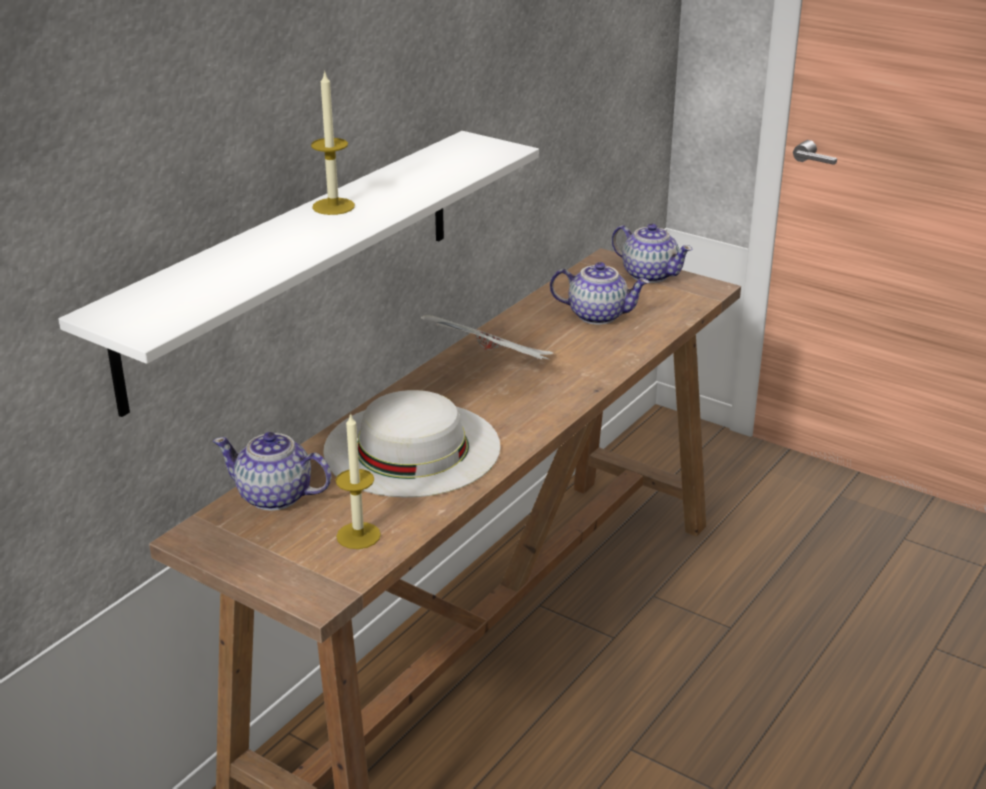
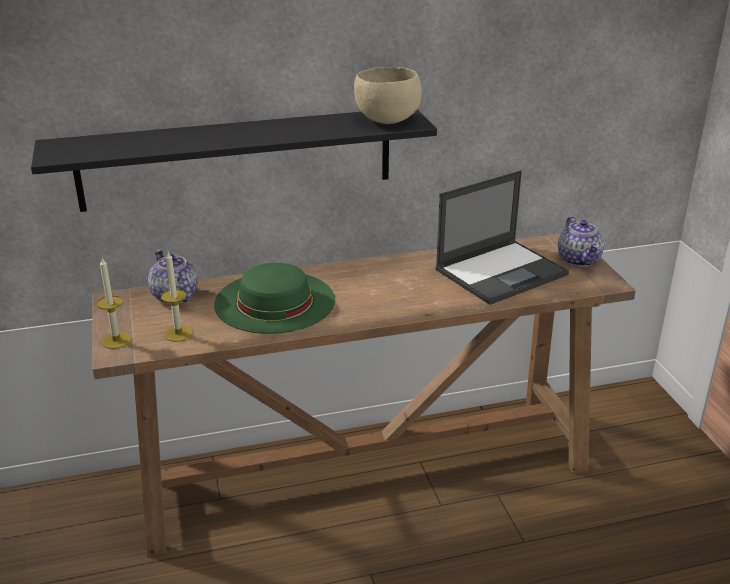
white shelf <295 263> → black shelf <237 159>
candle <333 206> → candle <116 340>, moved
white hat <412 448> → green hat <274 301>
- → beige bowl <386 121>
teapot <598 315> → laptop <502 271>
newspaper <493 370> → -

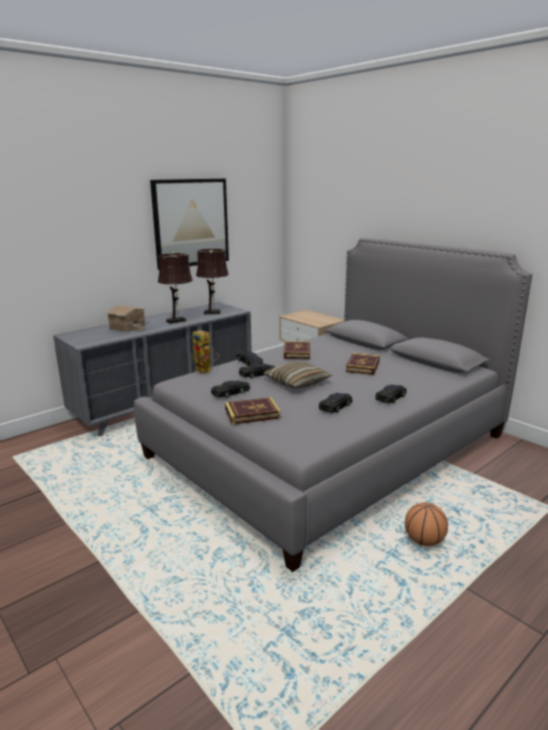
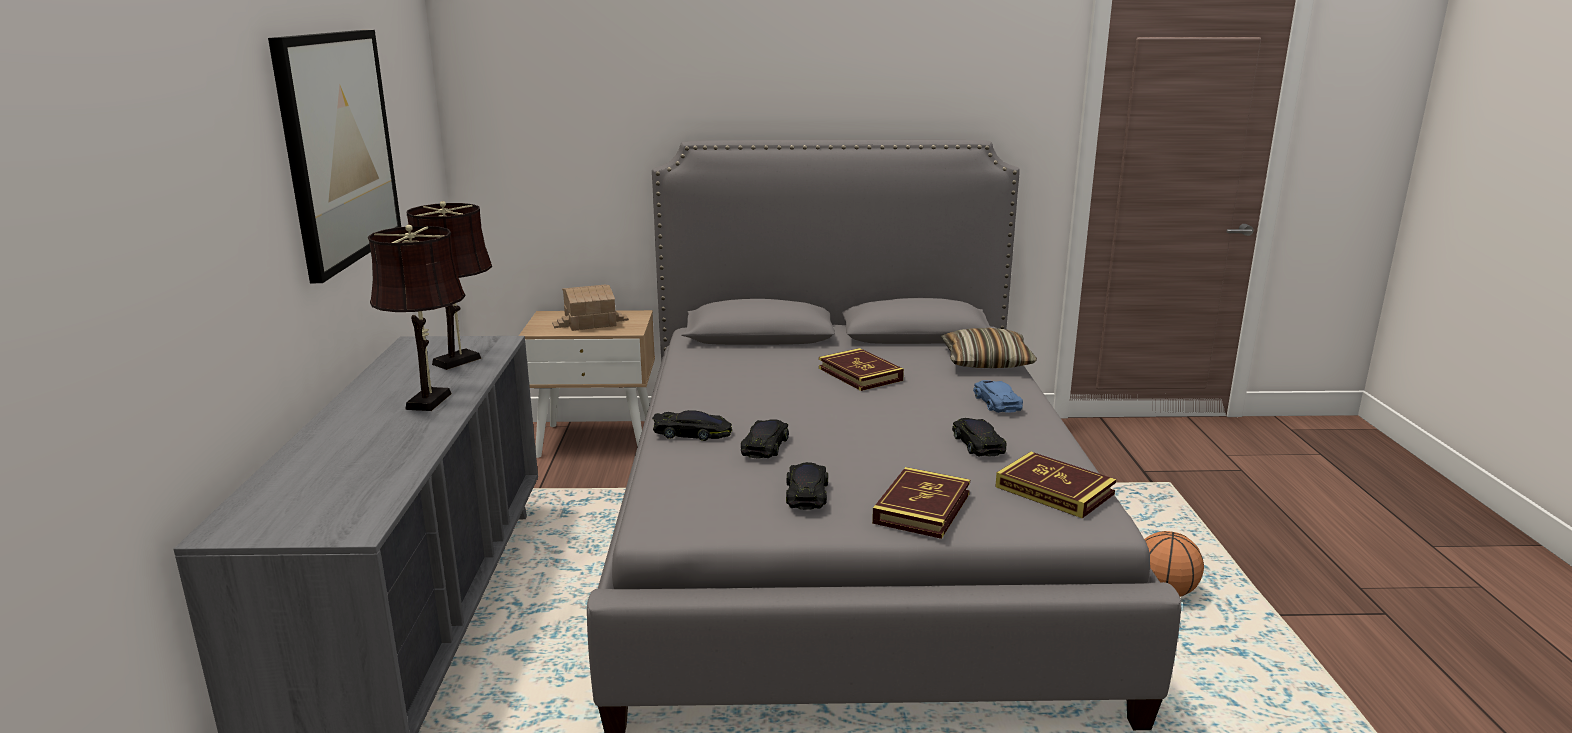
toy house <127 327> → toy house <590 322>, moved
pillow <297 382> → pillow <986 361>, moved
black toy car <391 397> → blue toy car <996 402>
book <297 352> → book <1054 490>, moved
toy robot <206 371> → -

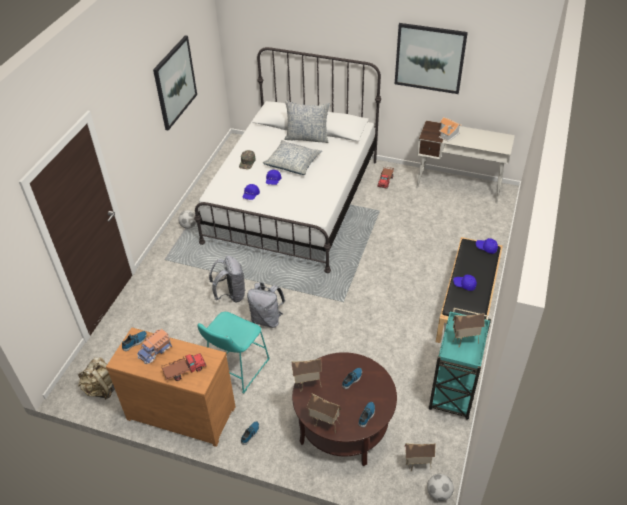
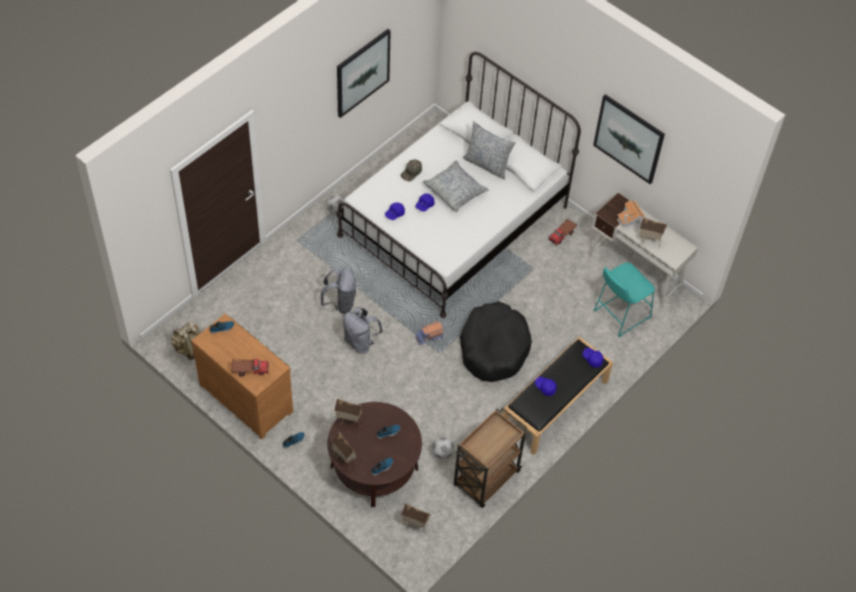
toy truck <155 351> → toy truck <429 337>, moved
football <439 493> → football <442 453>, moved
turquoise cart <453 392> → brown cart <485 479>
- → black dog bed <494 348>
turquoise stool <236 370> → turquoise stool <619 315>, moved
toy house <464 342> → toy house <649 242>, moved

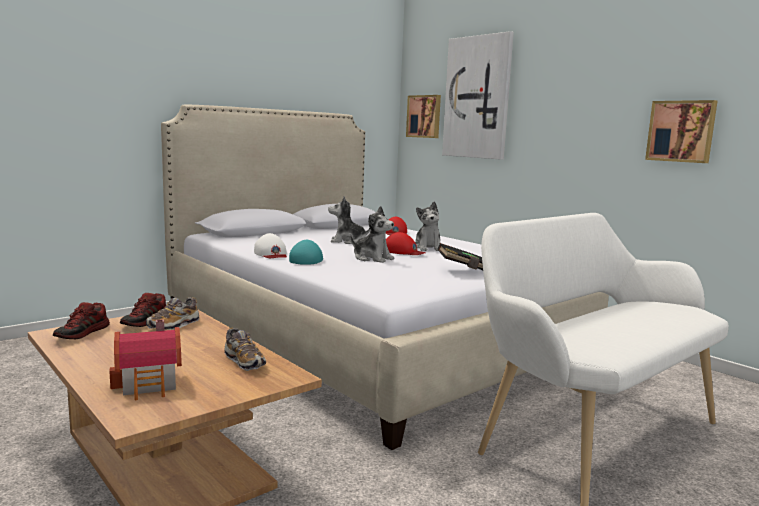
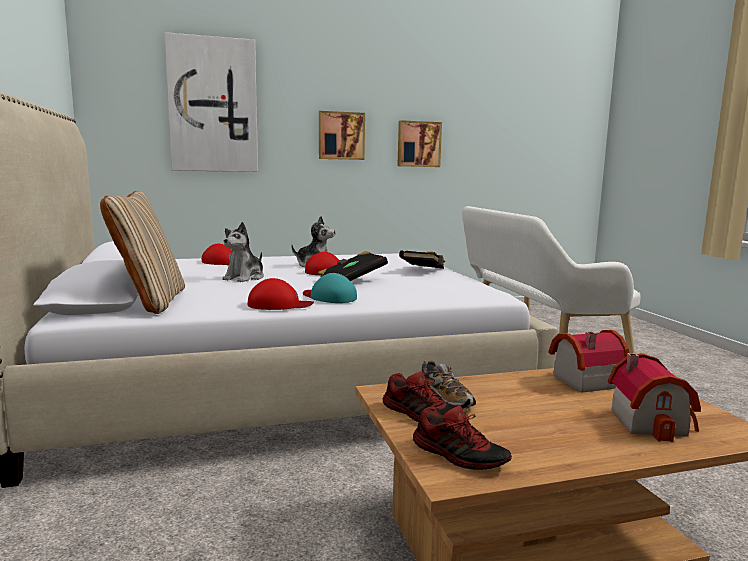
- → beige pillow <150 302>
white cap <271 254> → red cap <279 305>
plush toy <372 258> → black book <351 281>
picture <424 116> → picture <341 136>, moved
shoe <244 362> → toy house <581 380>

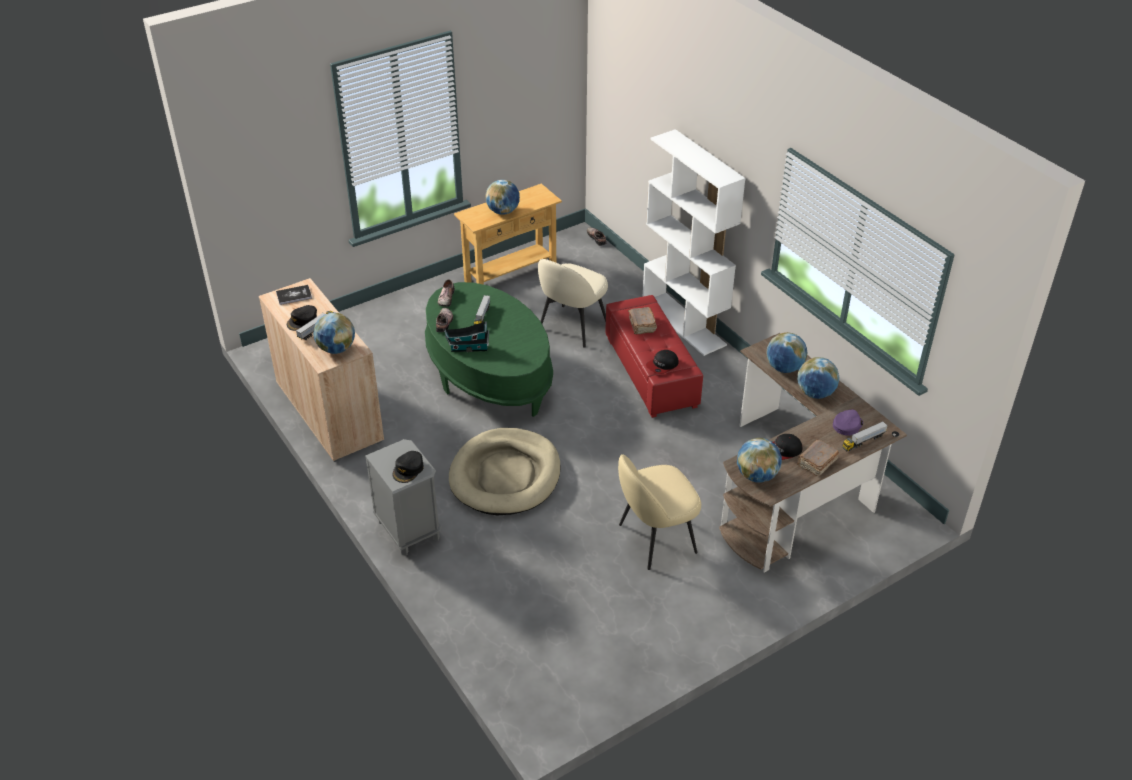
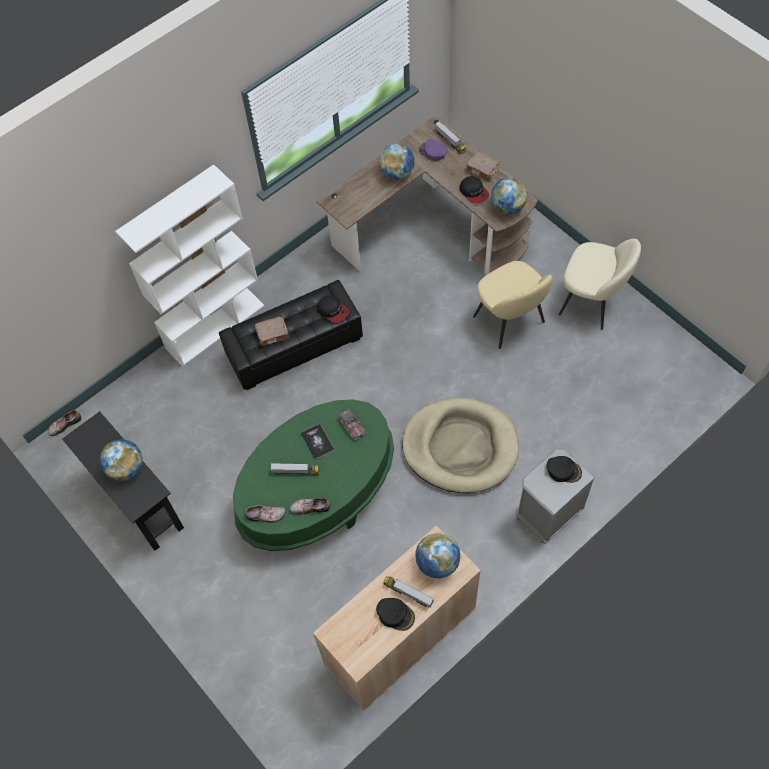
beige console table <510 274> → black console table <139 503>
red ottoman <651 372> → black ottoman <294 346>
book <294 295> → book <317 442>, moved
- → toy truck <352 426>
beige chair <572 327> → beige chair <591 301>, moved
toy house <468 348> → -
globe <784 368> → -

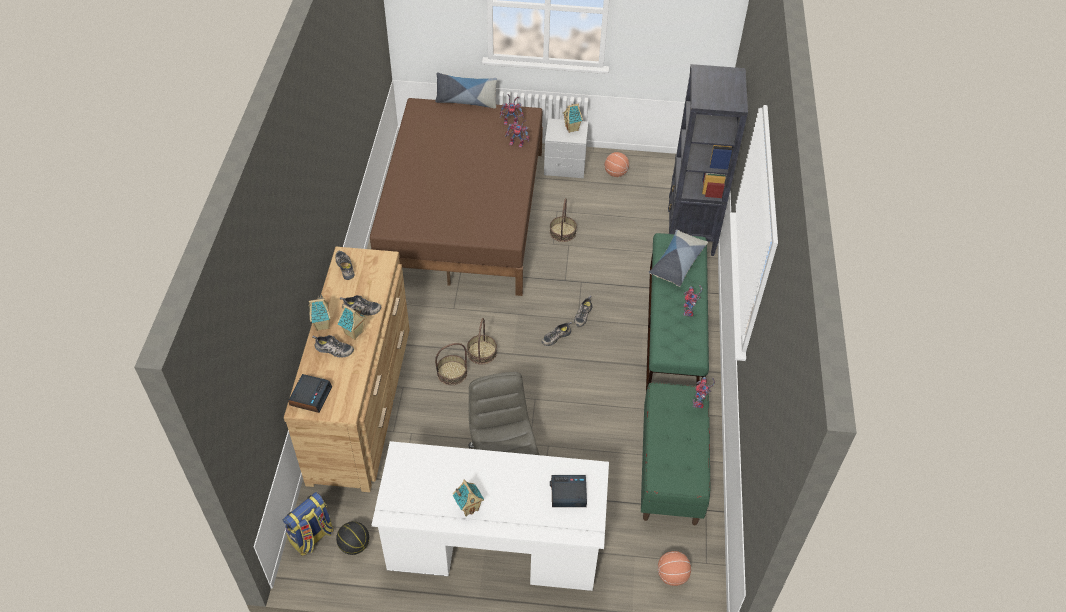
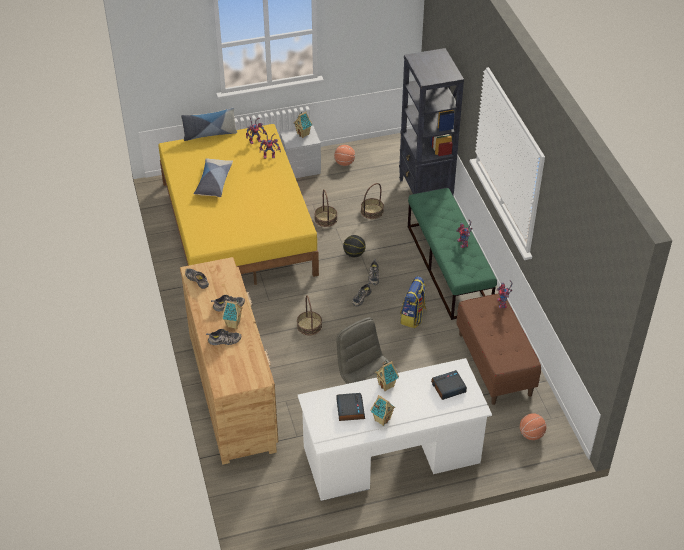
brown bed <464 214> → yellow bed <238 227>
pillow <677 263> → pillow <213 182>, moved
alarm clock <310 396> → alarm clock <350 409>, moved
basketball <354 545> → basketball <354 254>, moved
basket <452 373> → basket <372 211>, moved
toy house <323 325> → toy house <386 385>, moved
backpack <312 537> → backpack <413 317>, moved
green bench <671 469> → brown bench <495 364>

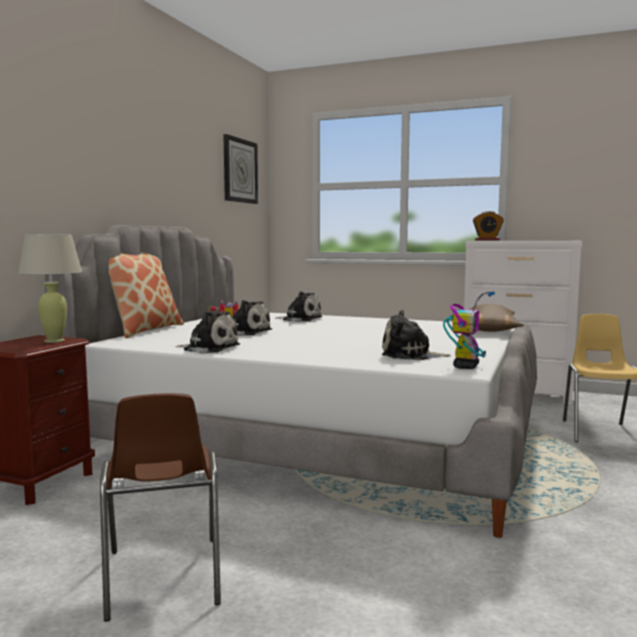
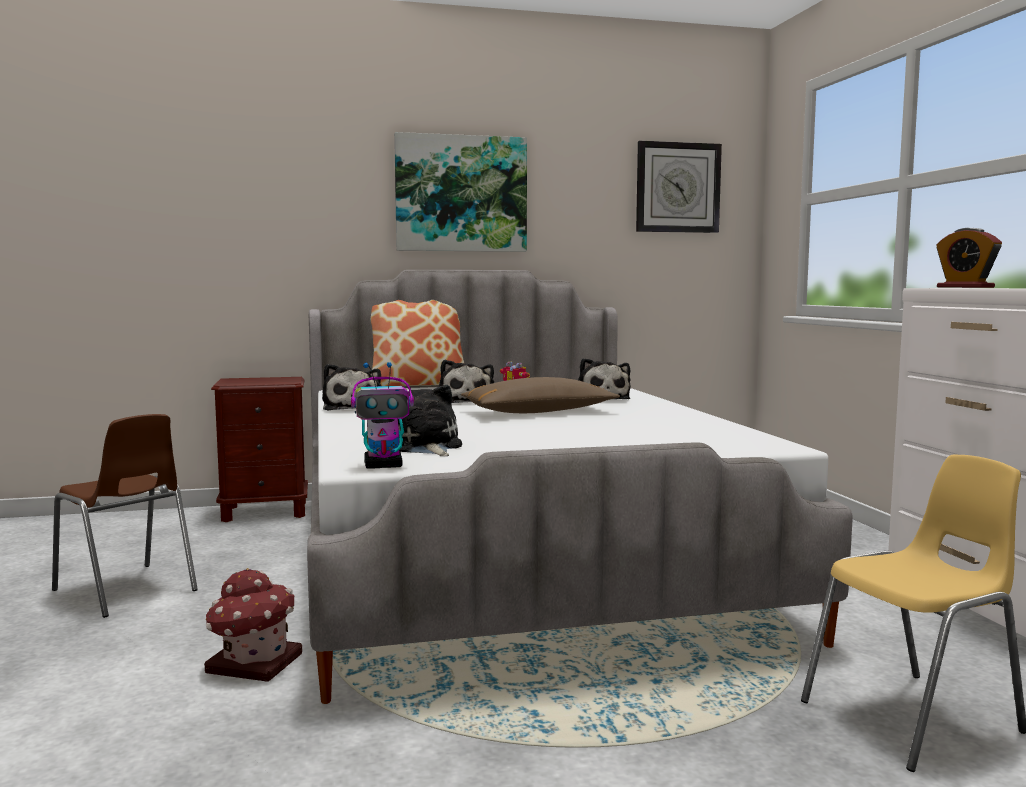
brown chair <163 578> → brown chair <126 591>, 90 degrees counterclockwise
- → toy house <253 663>
- → picture <461 194>
brown pillow <491 329> → brown pillow <538 412>, moved
beige table lamp <55 341> → -

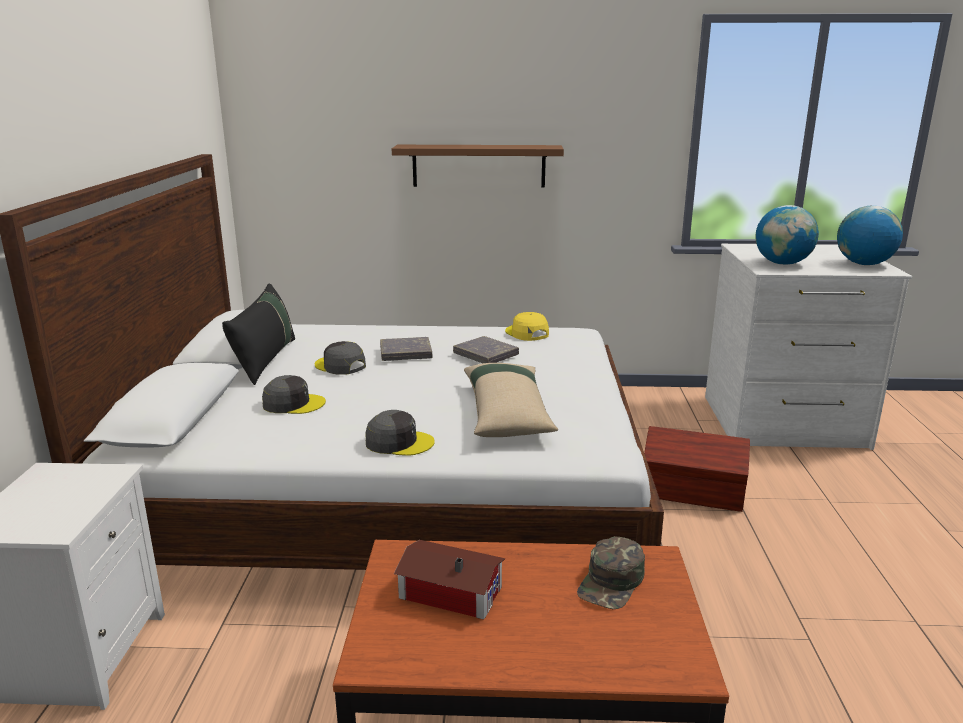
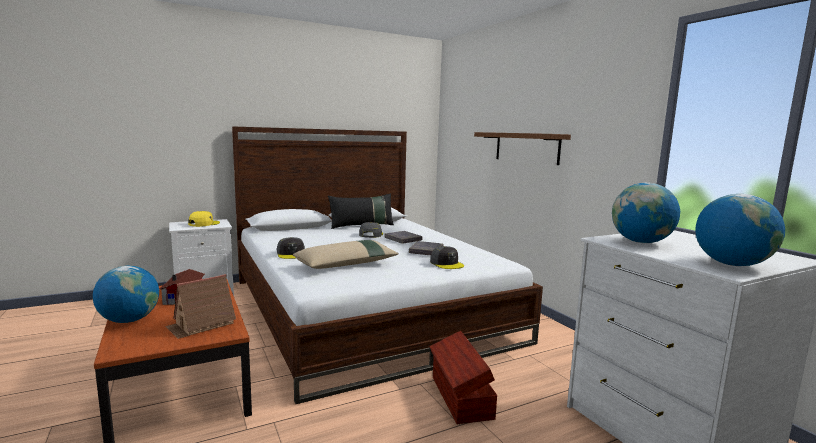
- → globe <129 320>
green cap <612 582> → toy house <201 324>
yellow cap <526 333> → yellow cap <204 224>, moved
grey cap <293 403> → grey cap <447 263>, moved

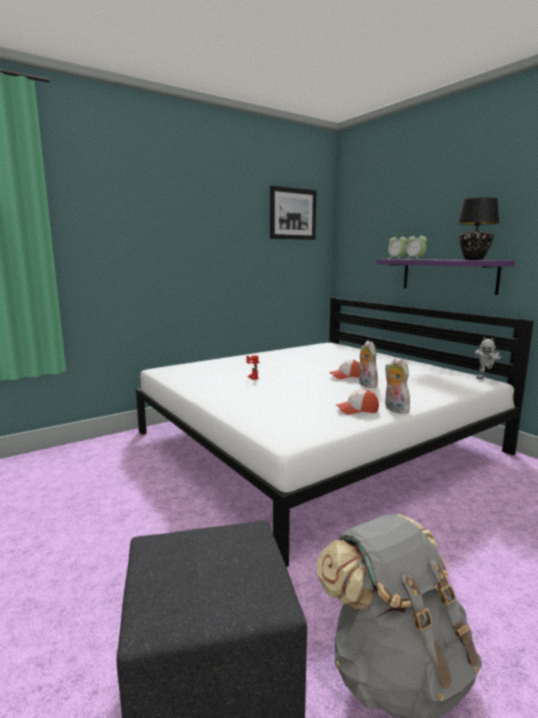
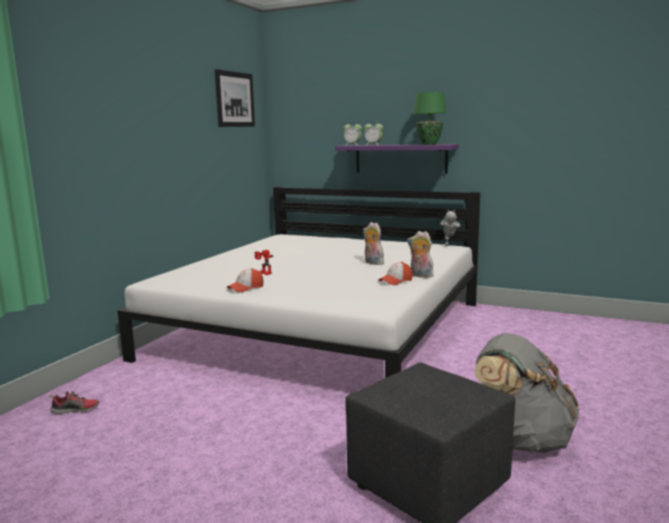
- → shoe <76 410>
cap <346 376> → cap <246 288>, moved
black table lamp <474 259> → green table lamp <429 144>

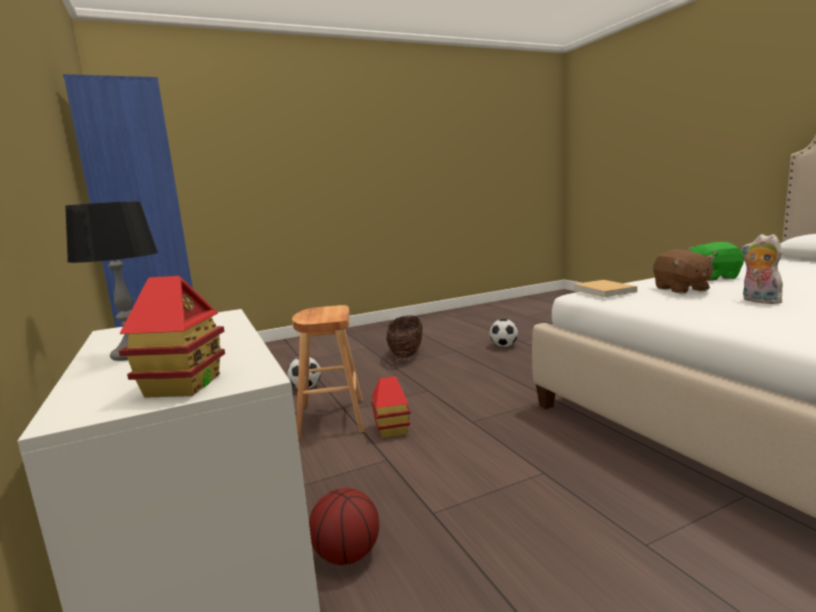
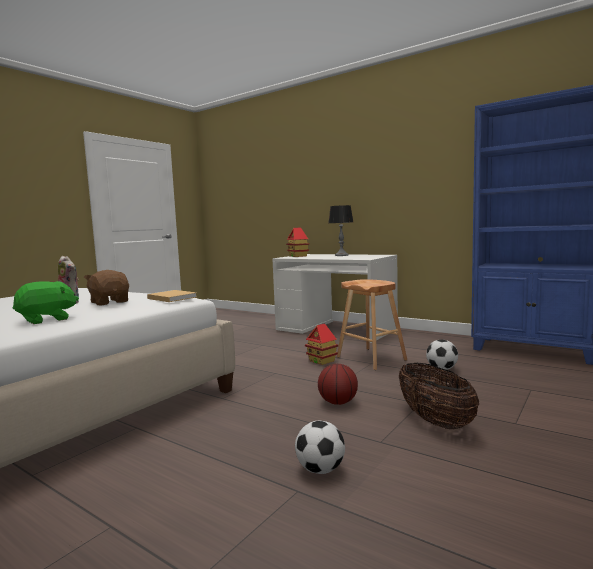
basketball <347 554> → basketball <338 403>, moved

